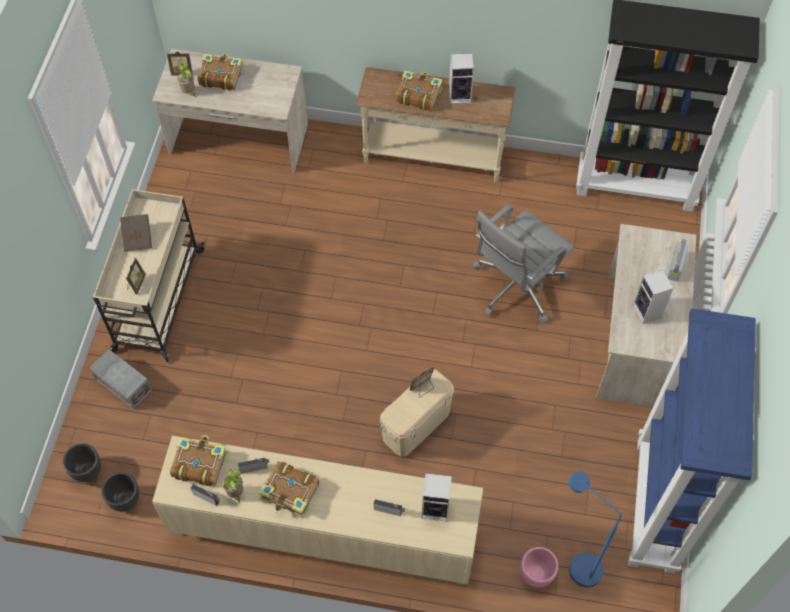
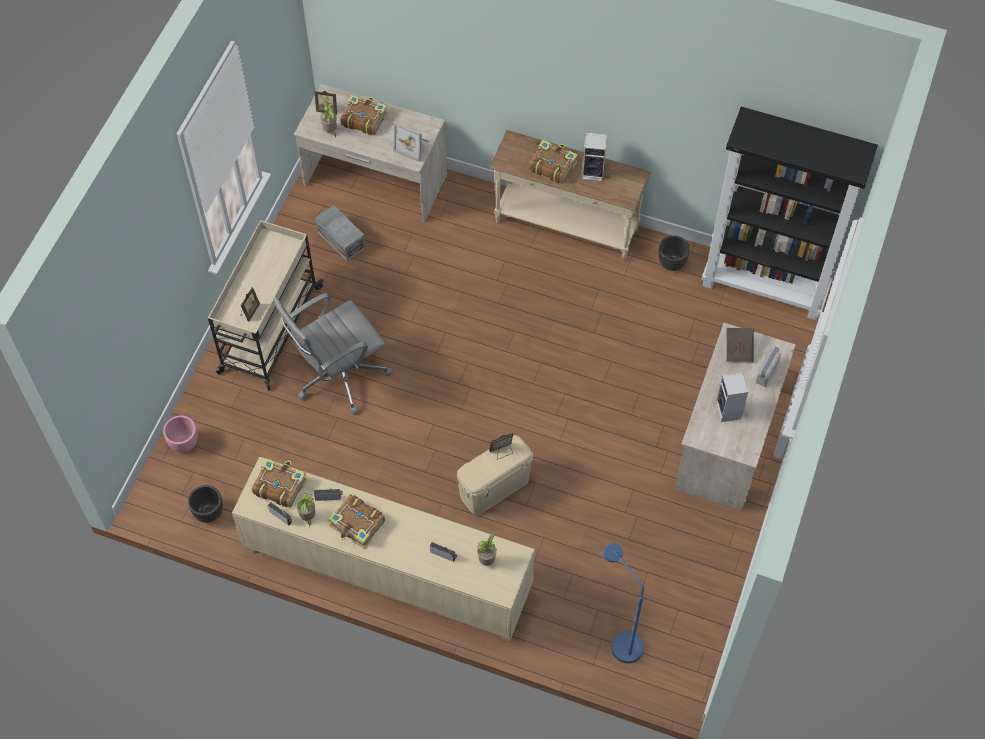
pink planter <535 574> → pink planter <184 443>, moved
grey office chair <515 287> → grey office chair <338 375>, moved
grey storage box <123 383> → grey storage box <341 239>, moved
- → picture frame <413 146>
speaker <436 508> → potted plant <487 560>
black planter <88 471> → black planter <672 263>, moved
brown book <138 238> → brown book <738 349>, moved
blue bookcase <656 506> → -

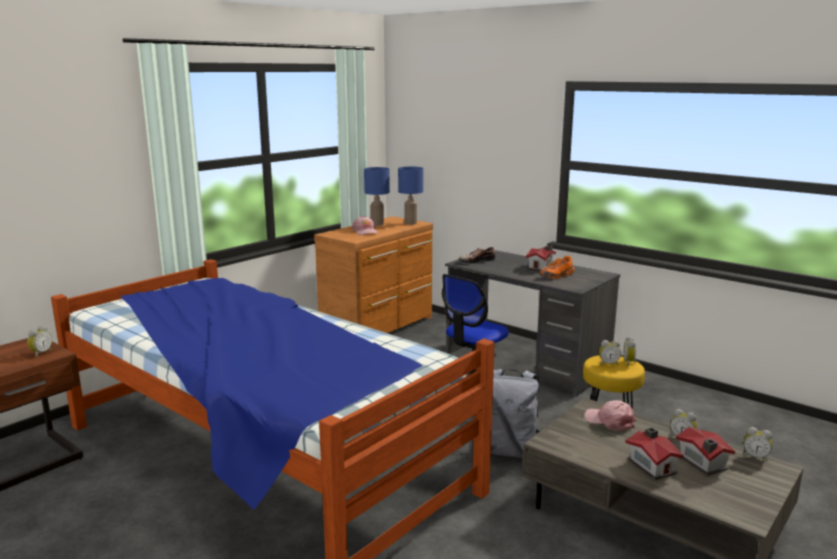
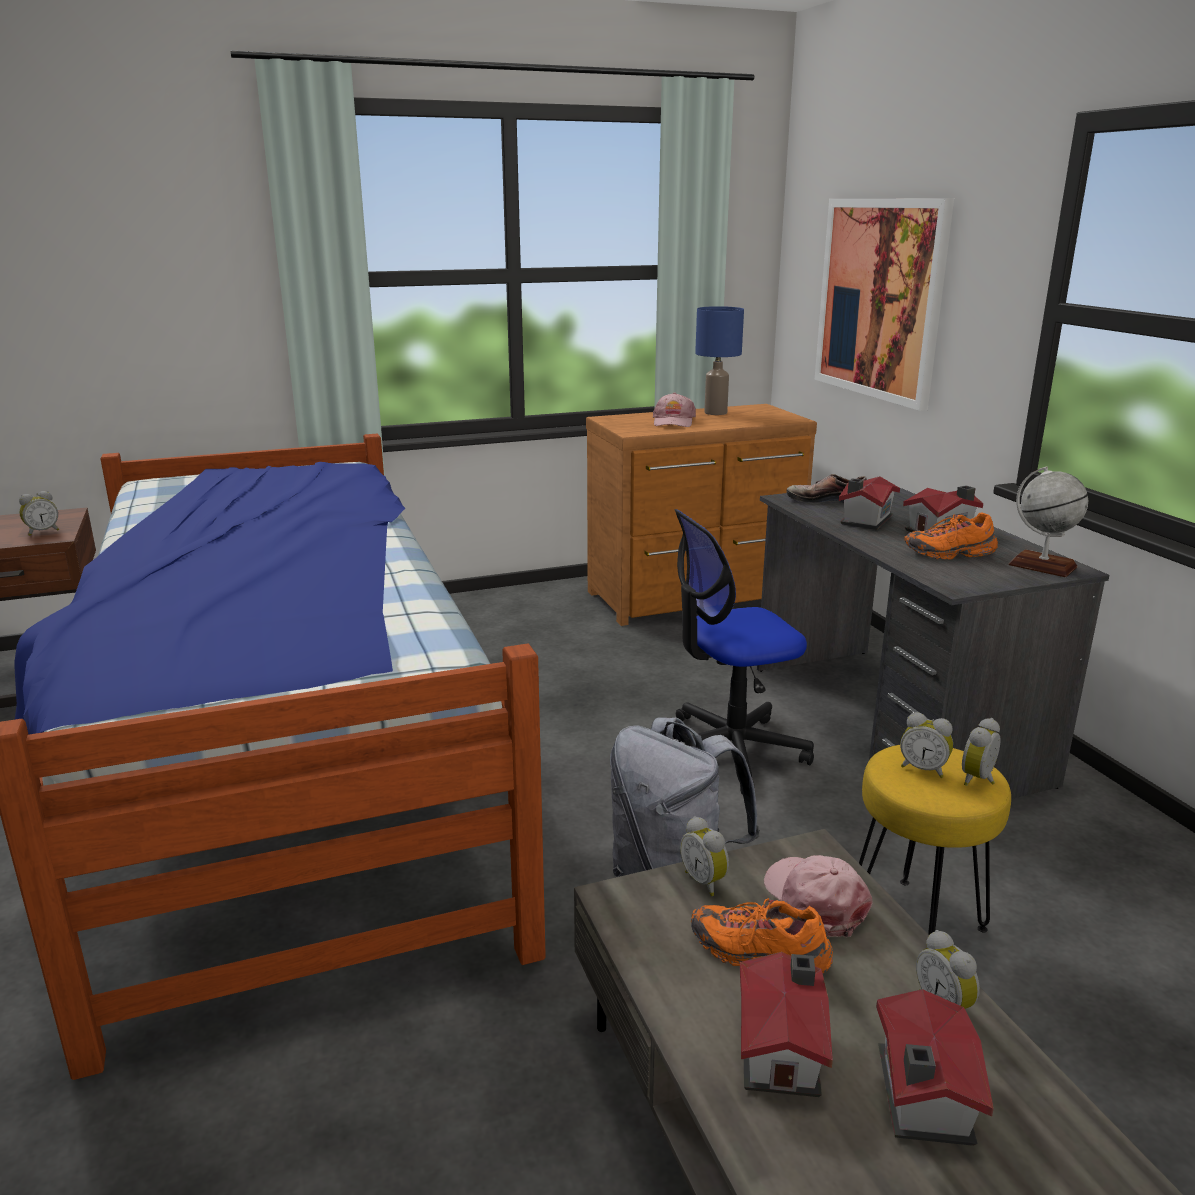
alarm clock <755 457> → alarm clock <705 881>, moved
- → orange shoe <759 954>
- → picture <880 299>
- → toy house <864 520>
- → globe <1042 566>
blue table lamp <410 223> → -

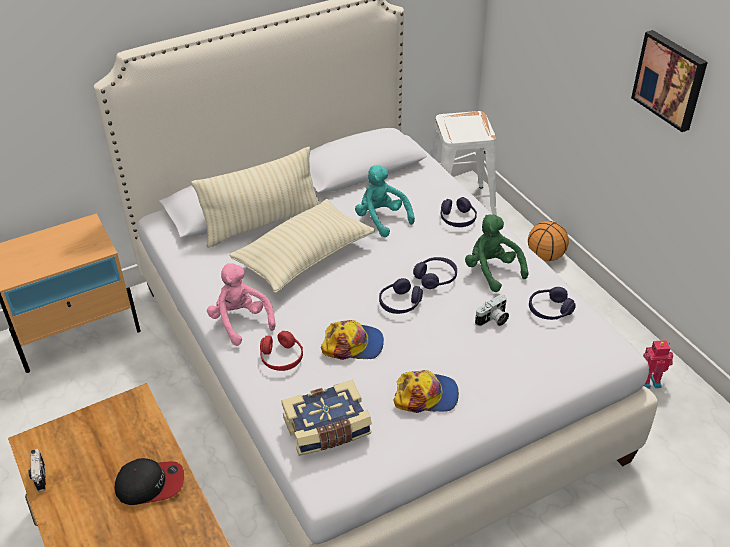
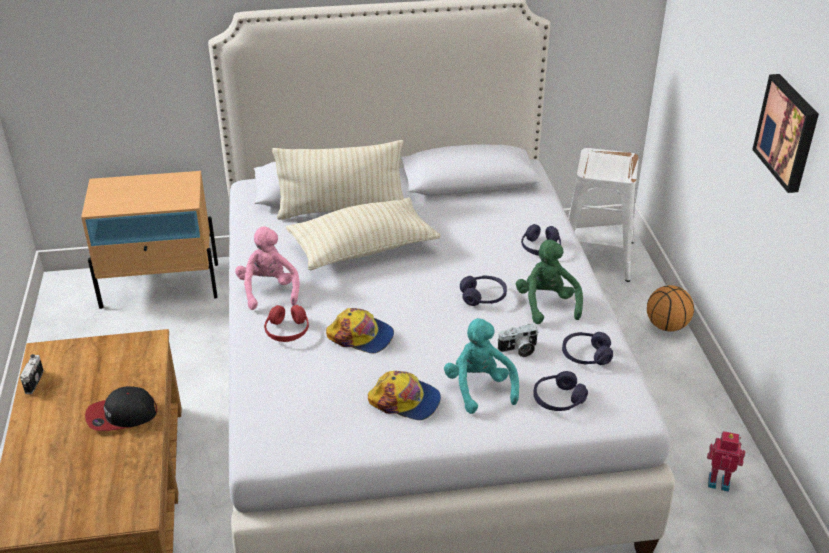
cap <150 484> → cap <121 415>, 150 degrees clockwise
turquoise plush toy <381 219> → turquoise plush toy <479 387>, moved
purple headphones <400 303> → purple headphones <558 399>, moved
book <327 429> → -

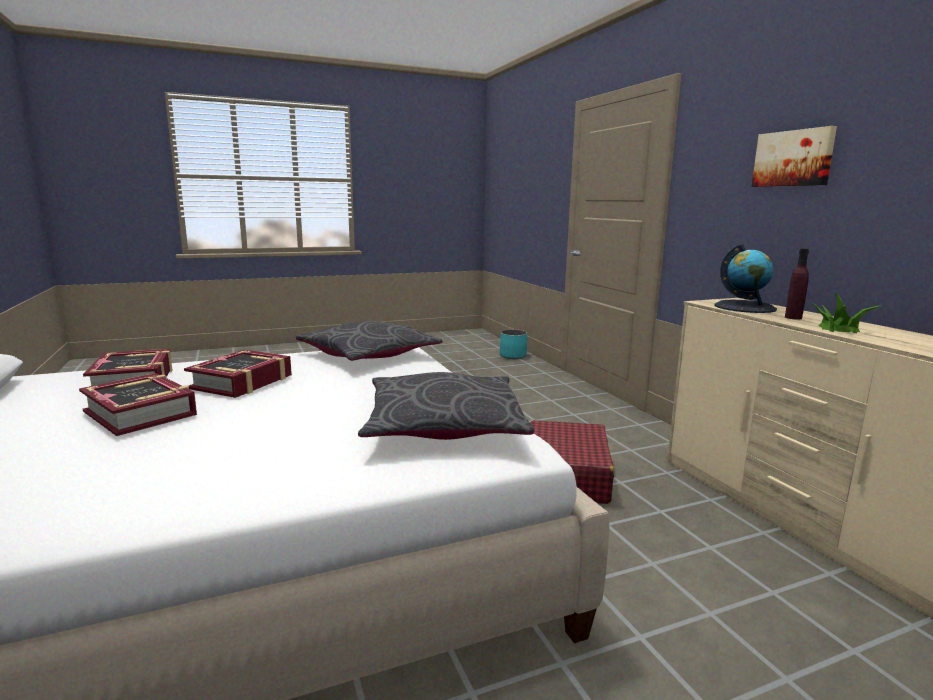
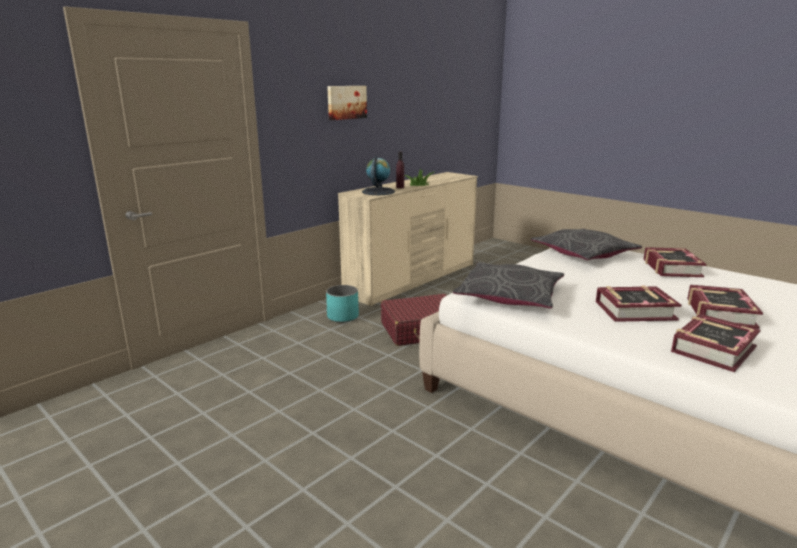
turquoise planter <513 356> → turquoise planter <343 316>, moved
- → book <671 268>

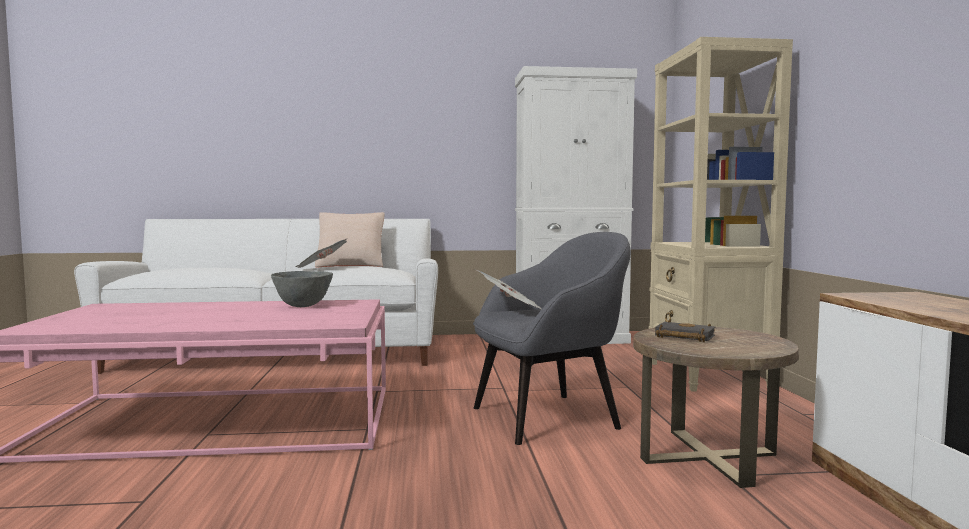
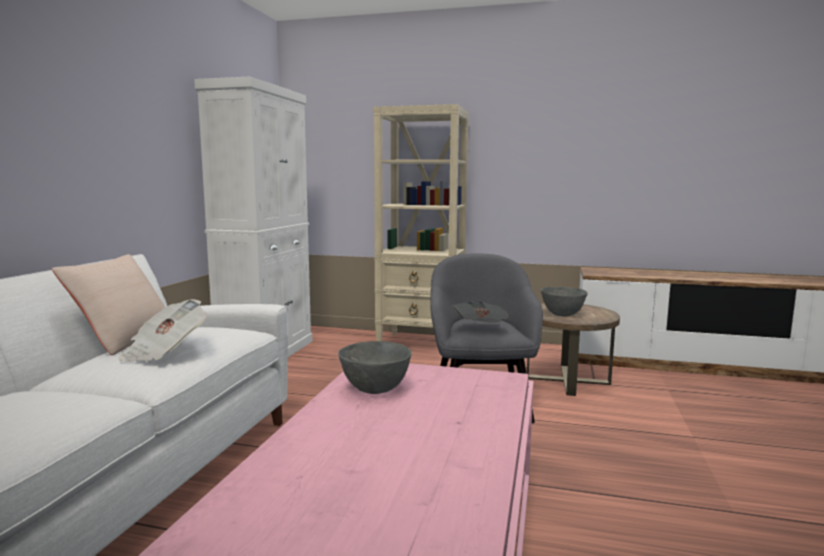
black book <682 337> → grey bowl <562 315>

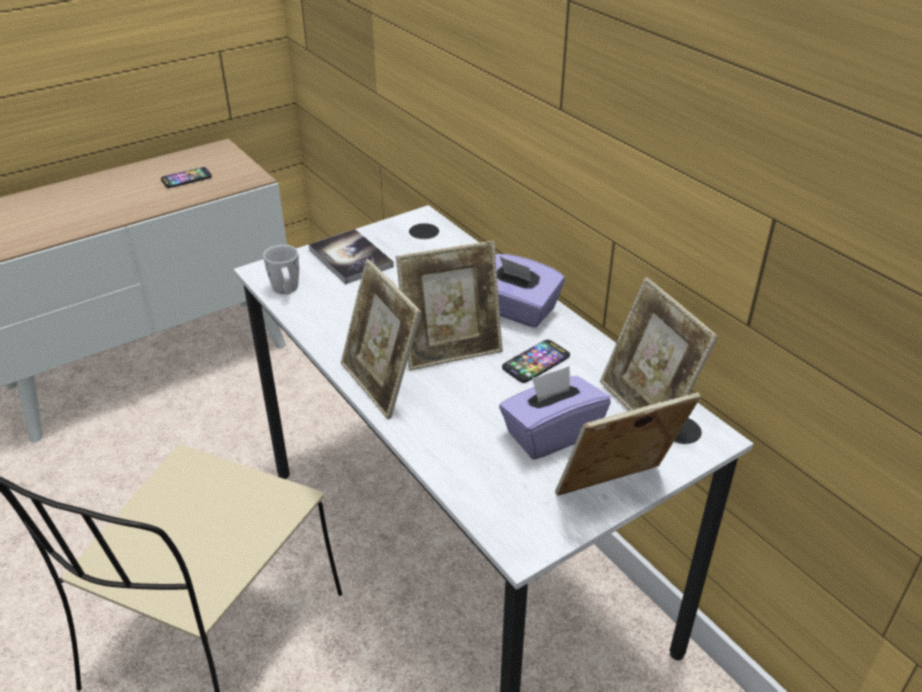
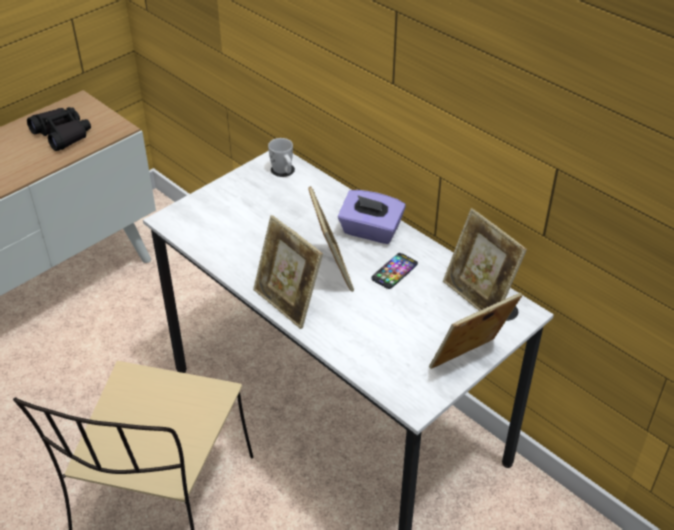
phone <186 178> → black binoculars <62 134>
white mug <286 290> → white mug <283 170>, moved
picture frame <451 350> → picture frame <331 269>, 75 degrees counterclockwise
book <350 258> → -
purple tissue box <551 434> → -

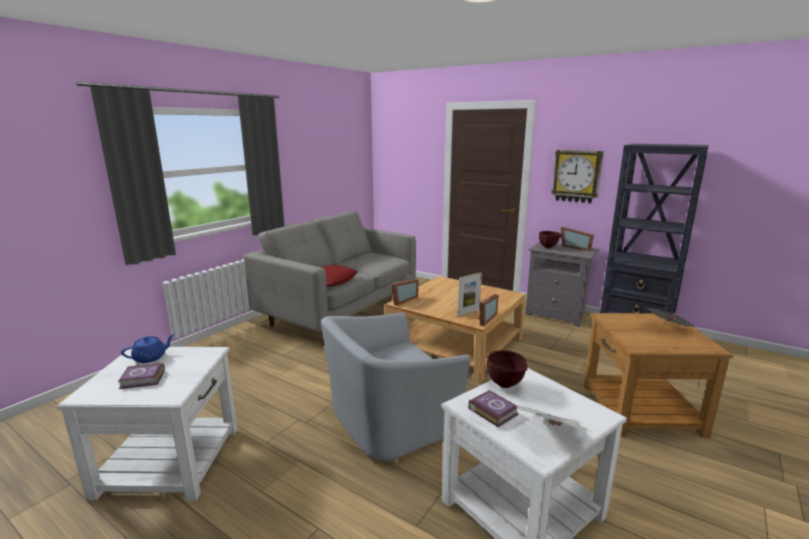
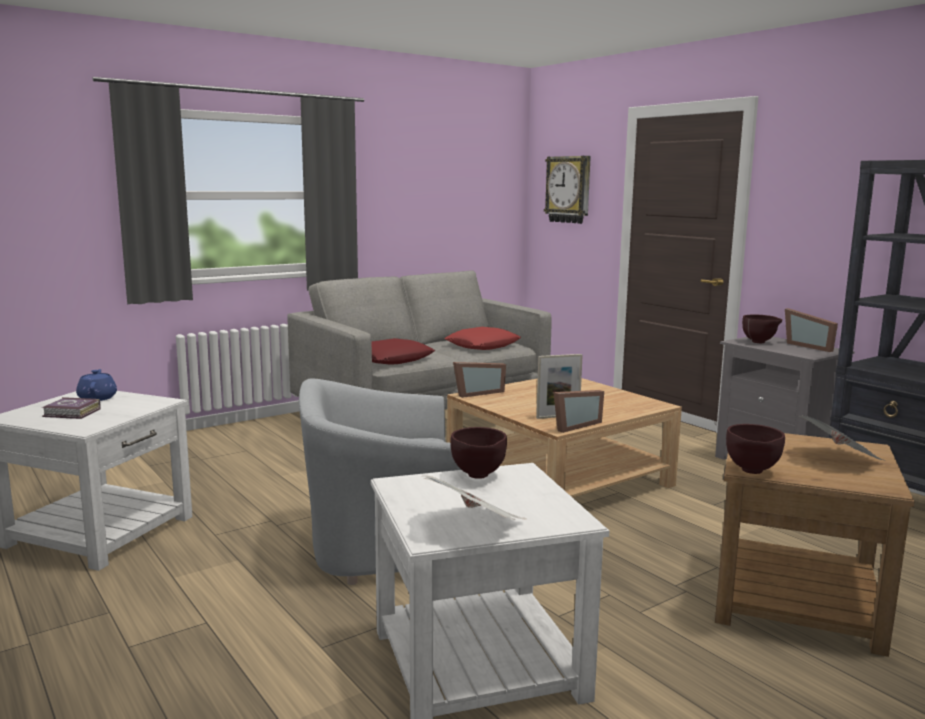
blue teapot <151 357> → blue teapot <97 398>, 90 degrees counterclockwise
- → red pillow <482 345>
wall clock <576 176> → wall clock <569 189>, moved
- → brown bowl <752 472>
book <492 410> → -

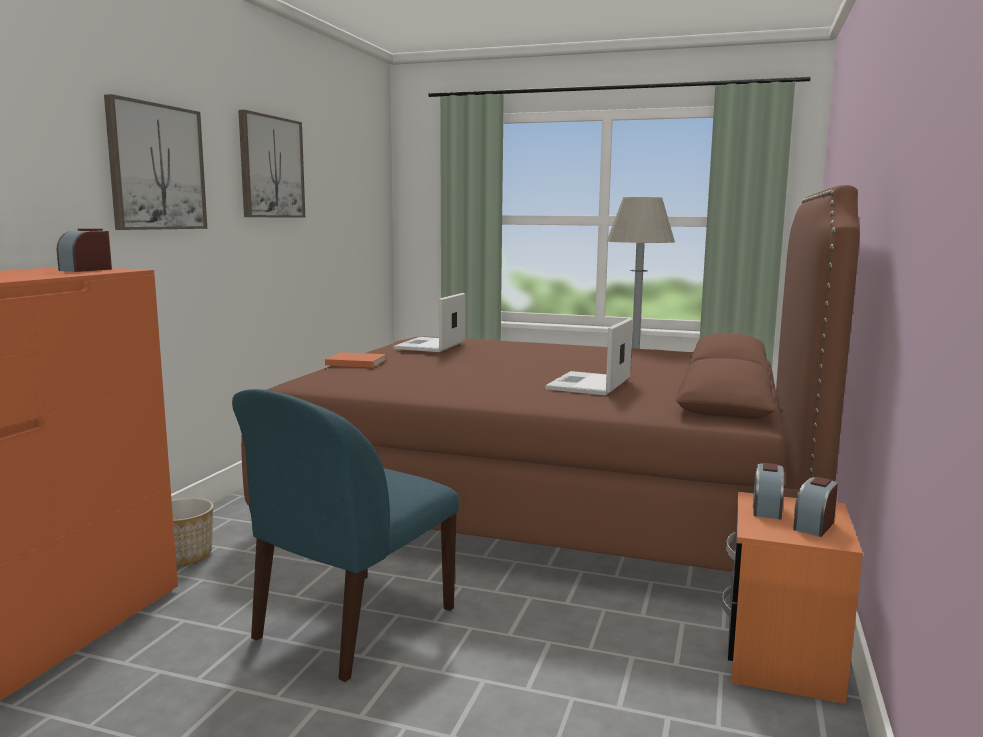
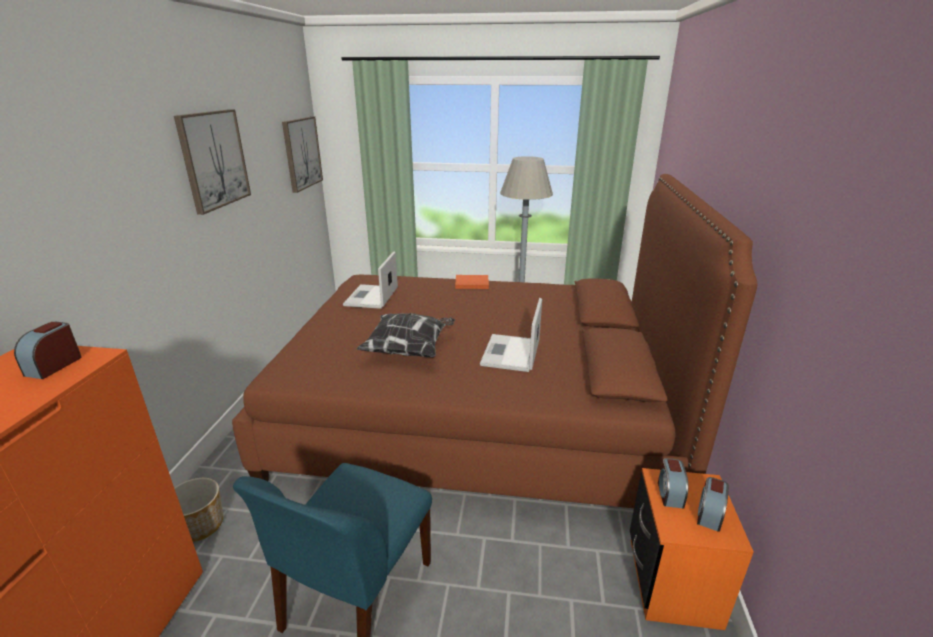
picture <156 167> → picture <301 153>, moved
- → pillow <409 349>
orange book <354 362> → orange book <470 283>, moved

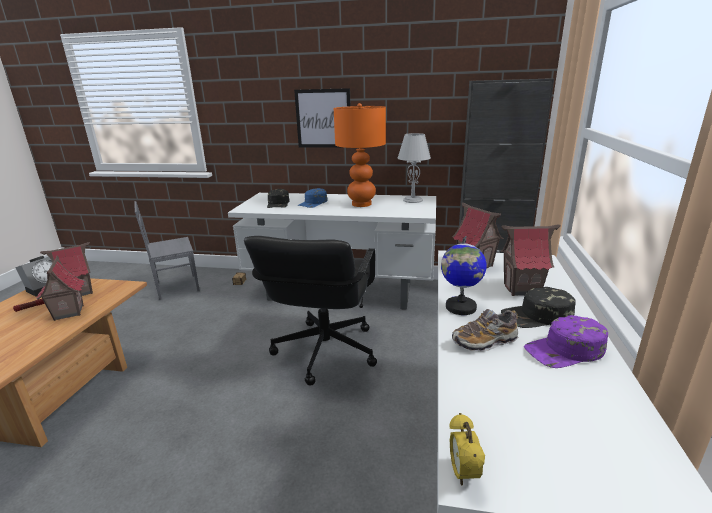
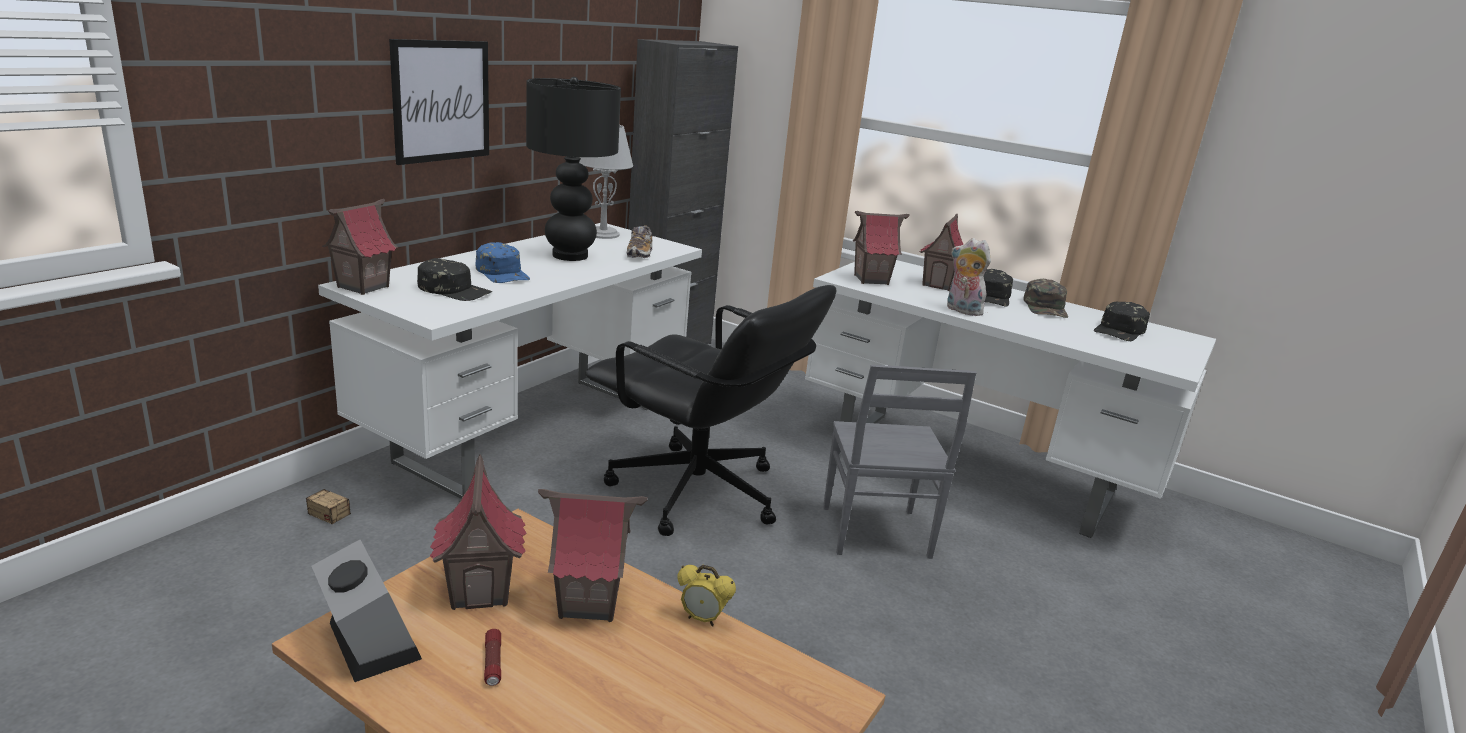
- → toy house <362 287>
orange table lamp <361 204> → black table lamp <569 256>
shoe <484 341> → shoe <640 254>, moved
alarm clock <463 473> → alarm clock <702 619>, moved
grey chair <176 287> → grey chair <874 533>, moved
globe <460 307> → plush toy <961 310>
purple cap <565 350> → green cap <1046 307>
- → black cap <1120 330>

